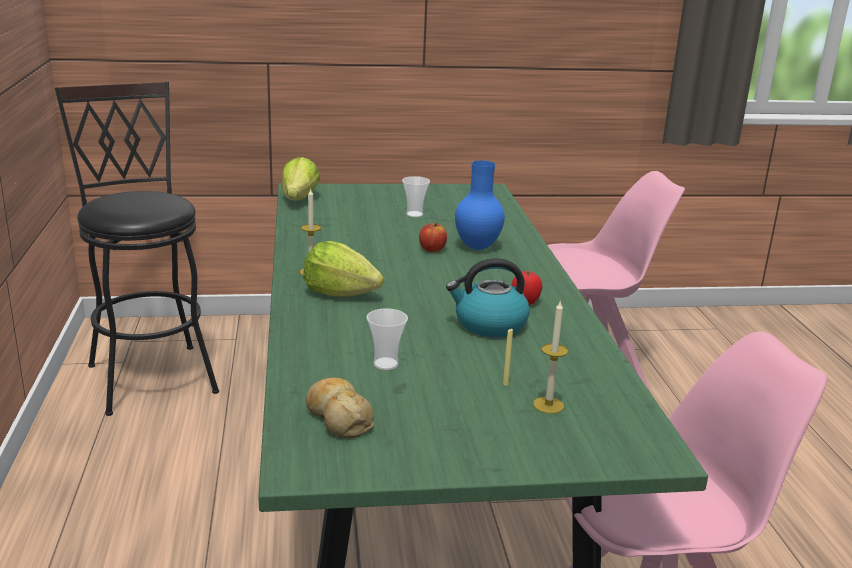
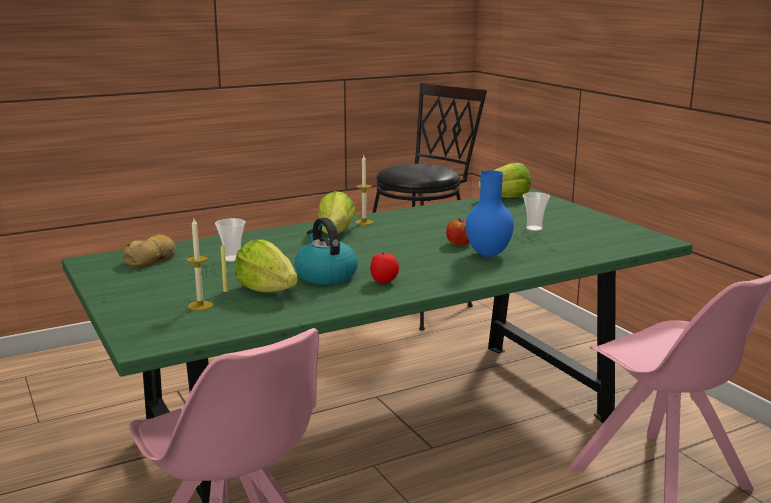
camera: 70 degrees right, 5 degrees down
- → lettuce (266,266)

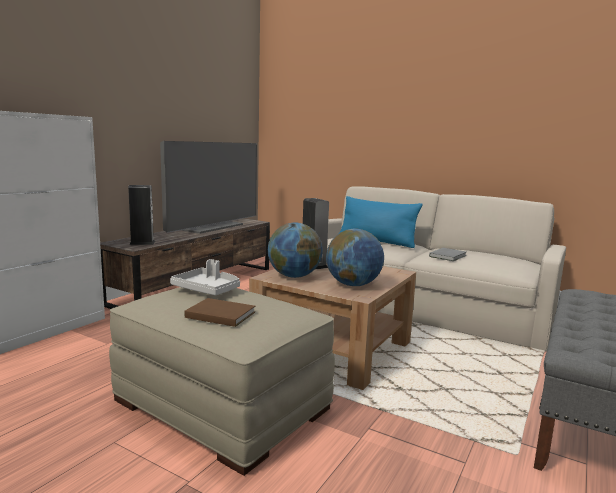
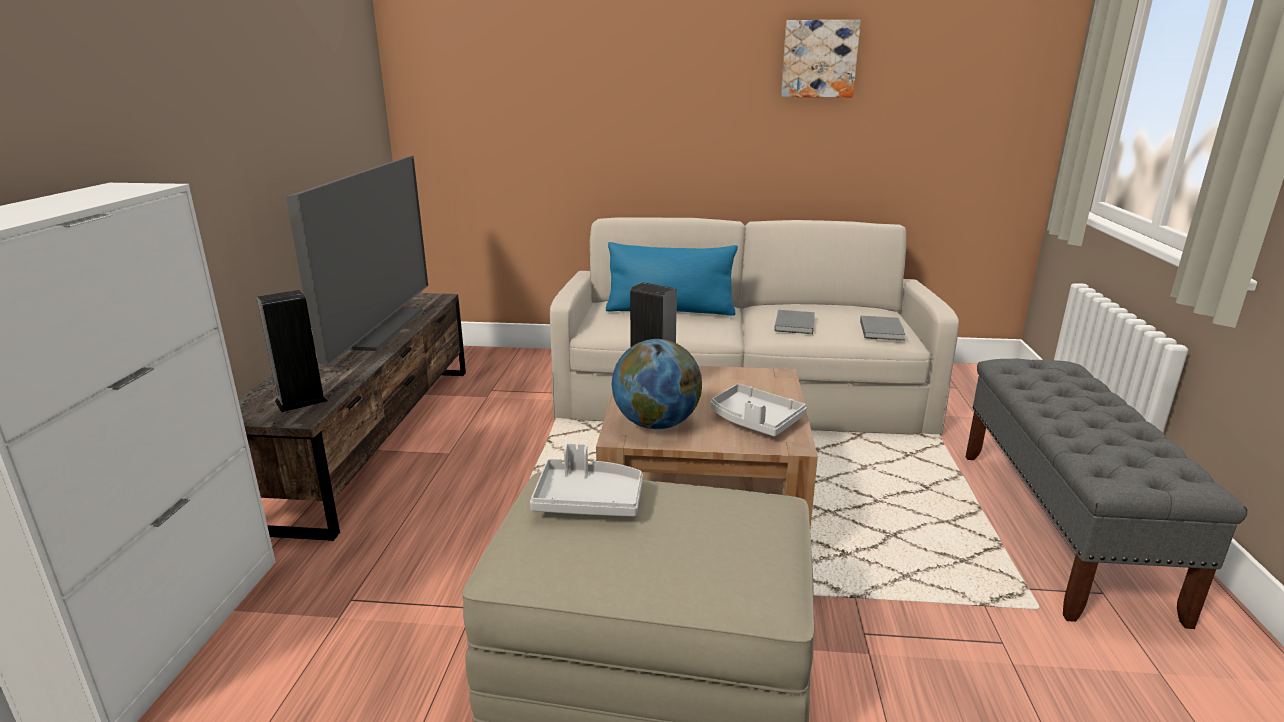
camera: 25 degrees left, 10 degrees up
globe (355,257) → tray (grey) (759,410)
book (brown) (220,312) → -
- → picture (821,58)
- → book (grey) (883,328)

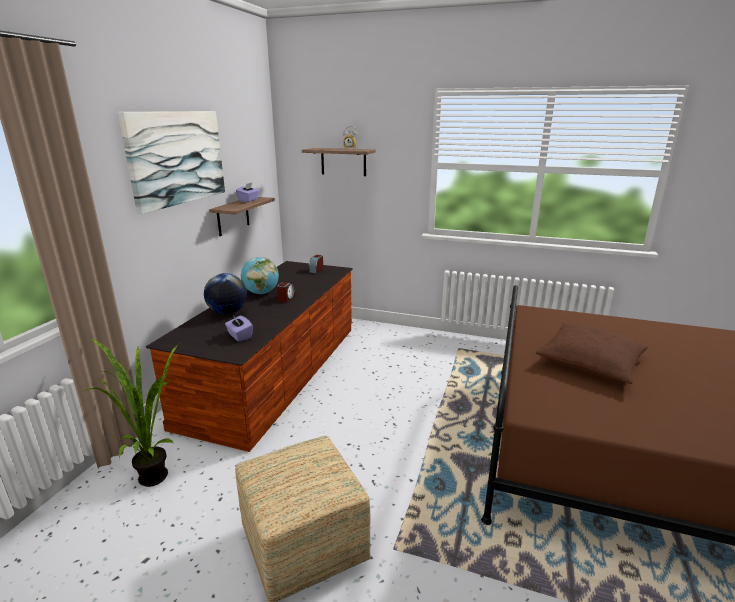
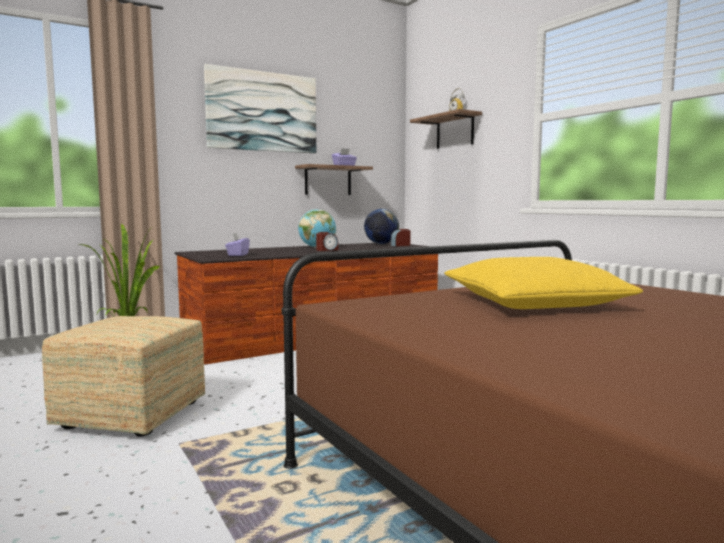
camera: 40 degrees right, 15 degrees down
globe (225,294) → globe (381,226), relocated
pillow (brown) (592,353) → pillow (yellow) (543,283)

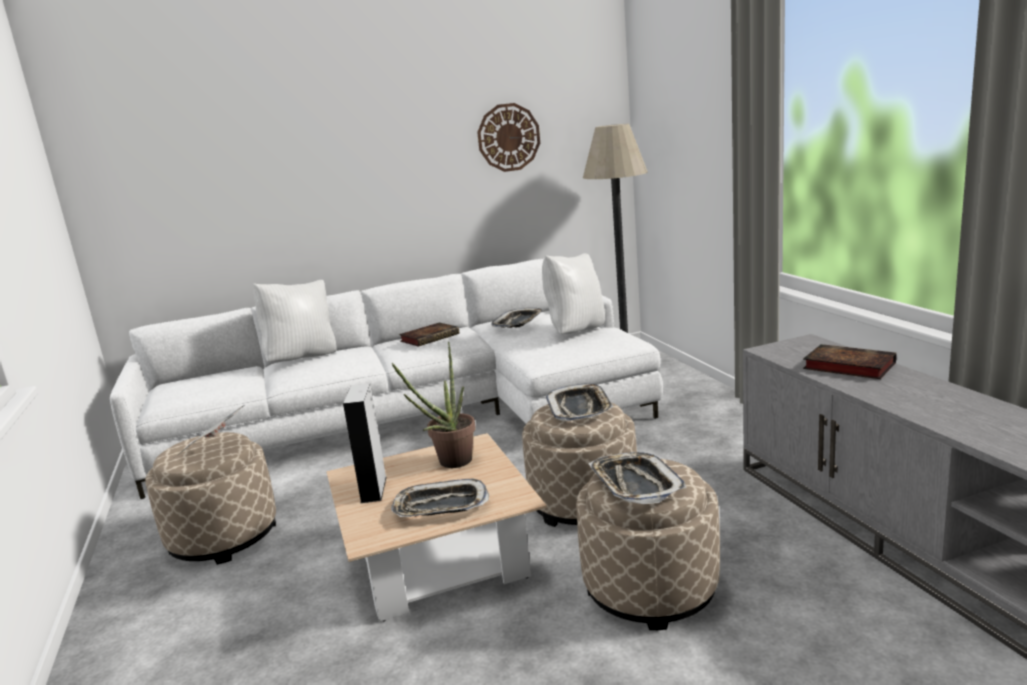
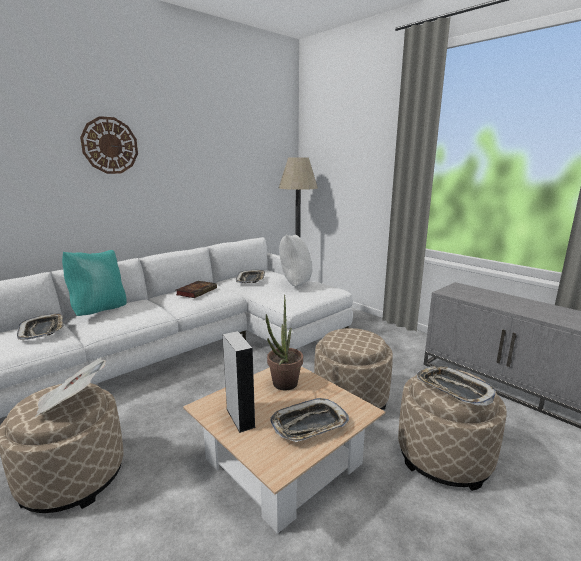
camera: 25 degrees left, 0 degrees up
wall clock (508,137) → wall clock (109,145), relocated
pillow (white) (295,321) → pillow (turquoise) (94,283)
book (850,361) → -
tray (580,402) → tray (40,326), relocated

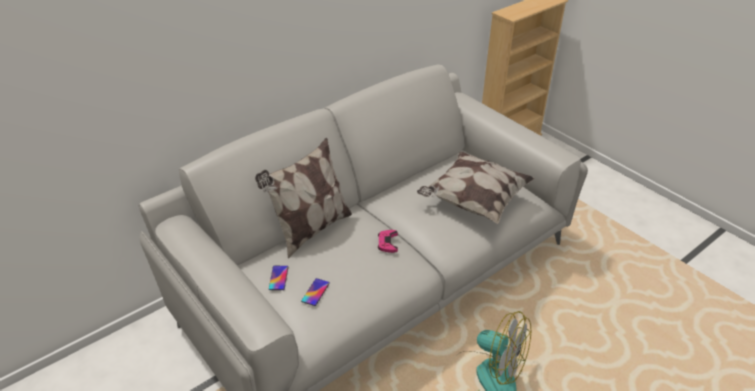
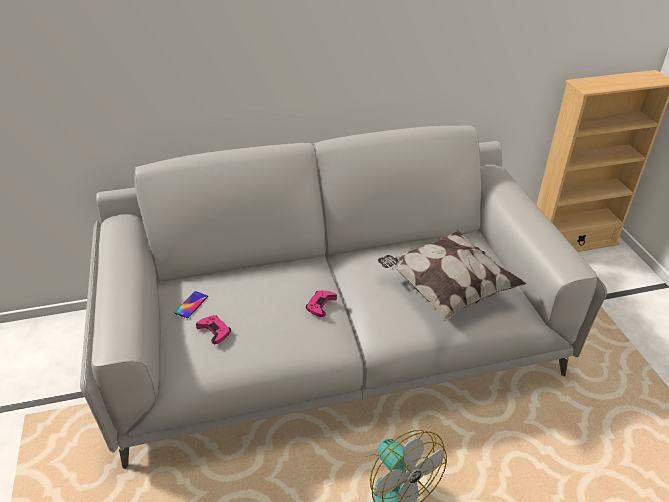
camera: 25 degrees right, 0 degrees up
pillow (303,198) → -
phone (315,292) → game controller (pink) (213,329)

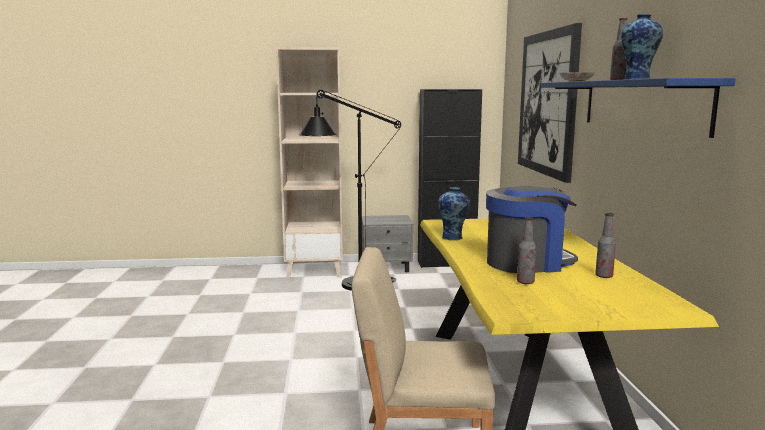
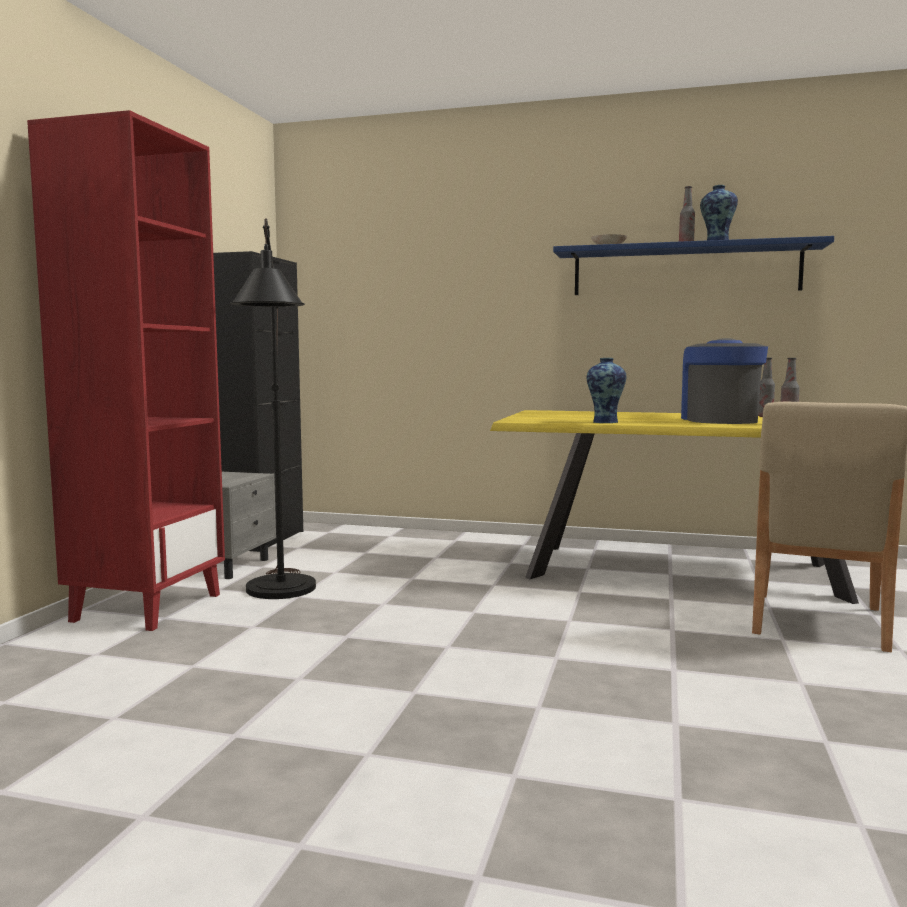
camera: 70 degrees left, 5 degrees down
picture (550,103) → -
bookcase (beige) (309,163) → bookcase (red) (126,370)

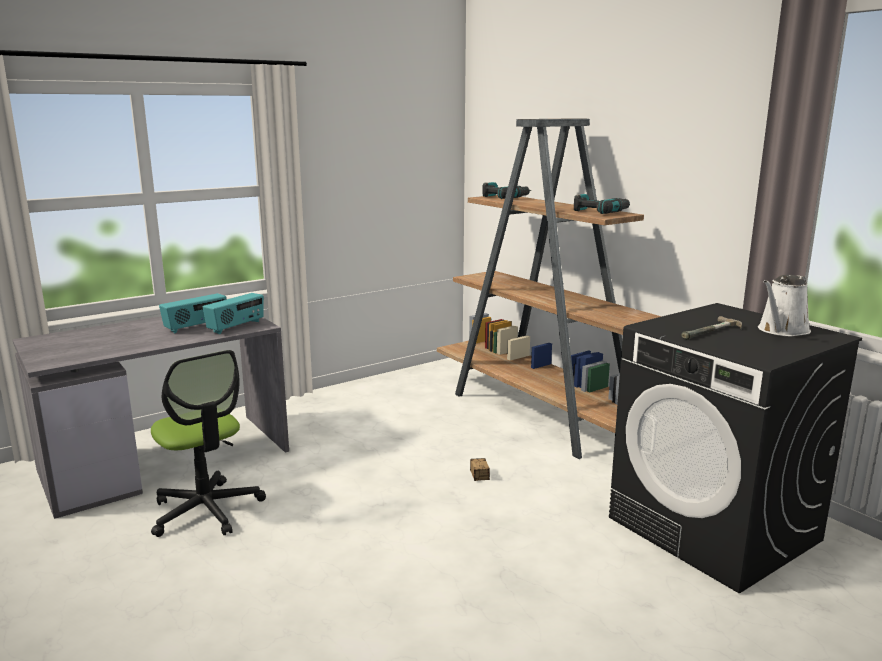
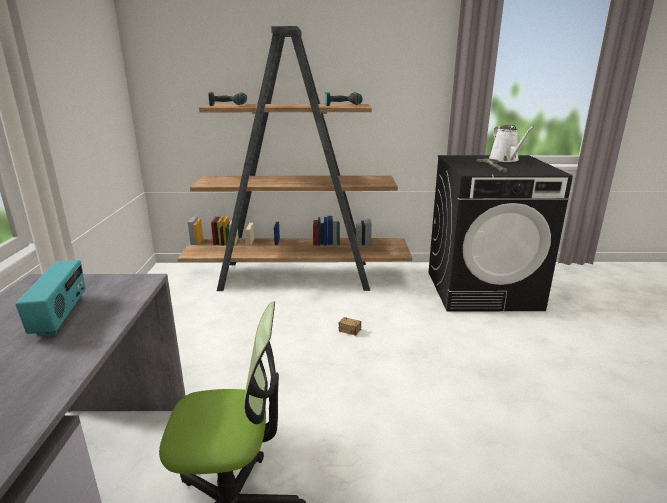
camera: 55 degrees left, 5 degrees up
radio (233,313) → -

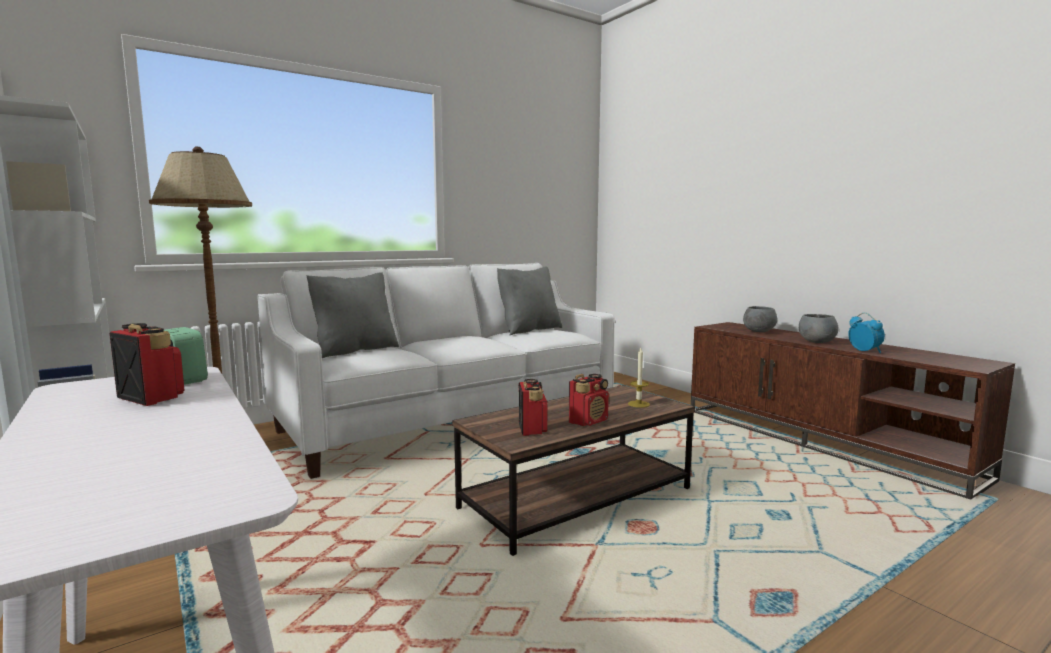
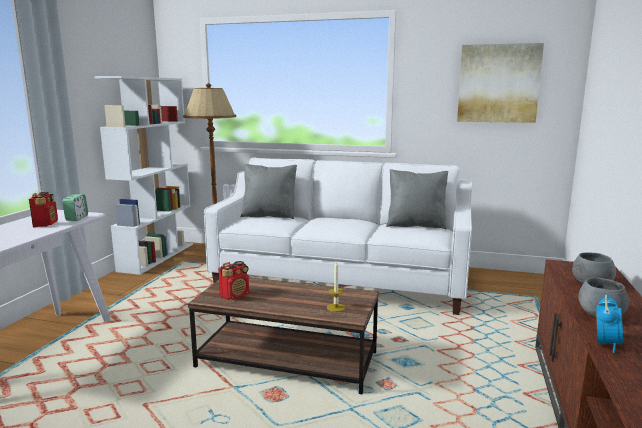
camera: 50 degrees right, 5 degrees up
radio (589,400) → -
- → picture (500,83)

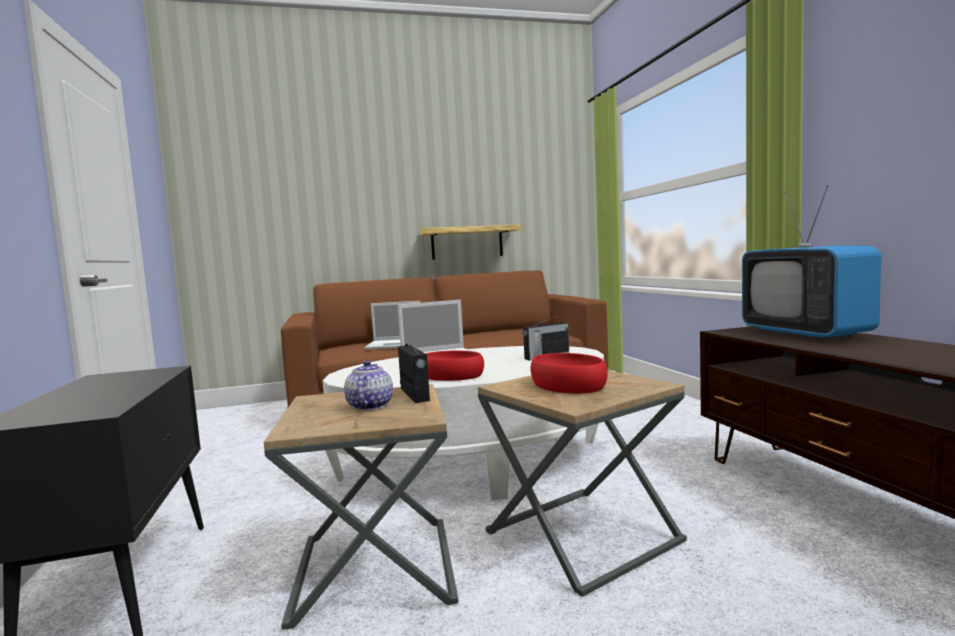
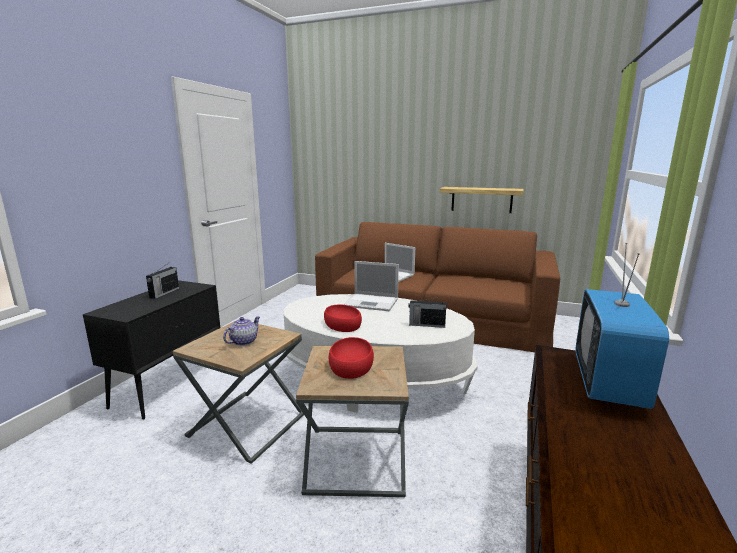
camera: 35 degrees right, 10 degrees up
radio (414,369) → radio (162,281), relocated

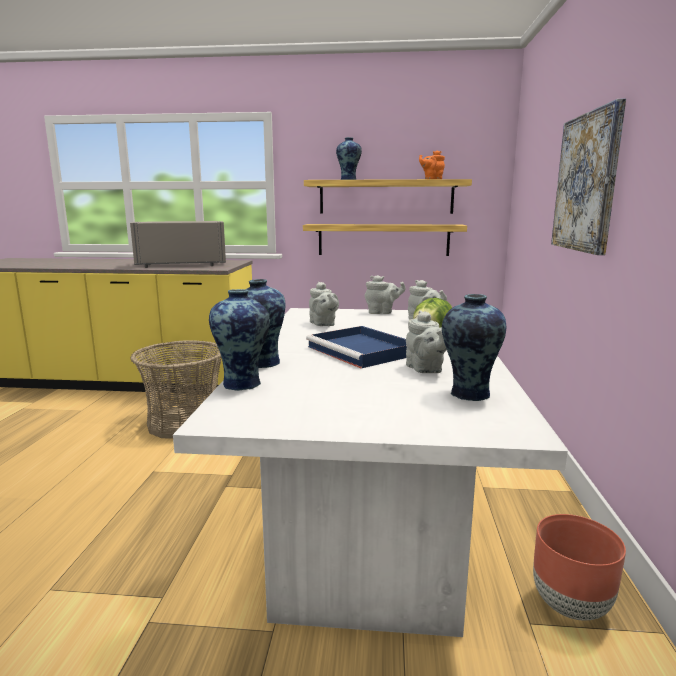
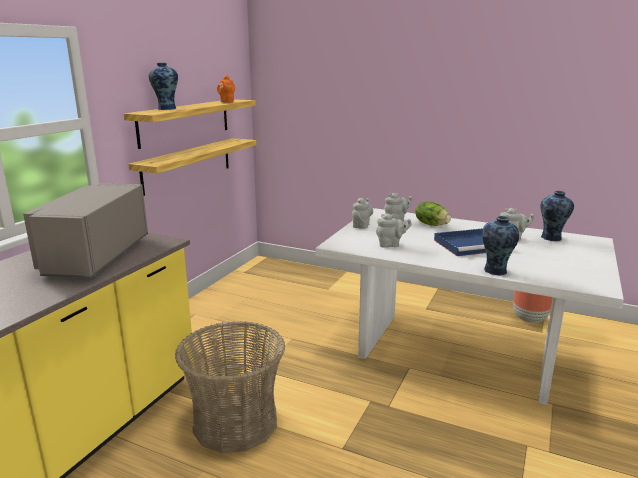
camera: 70 degrees left, 5 degrees up
picture (588,177) → -
vase (239,340) → -

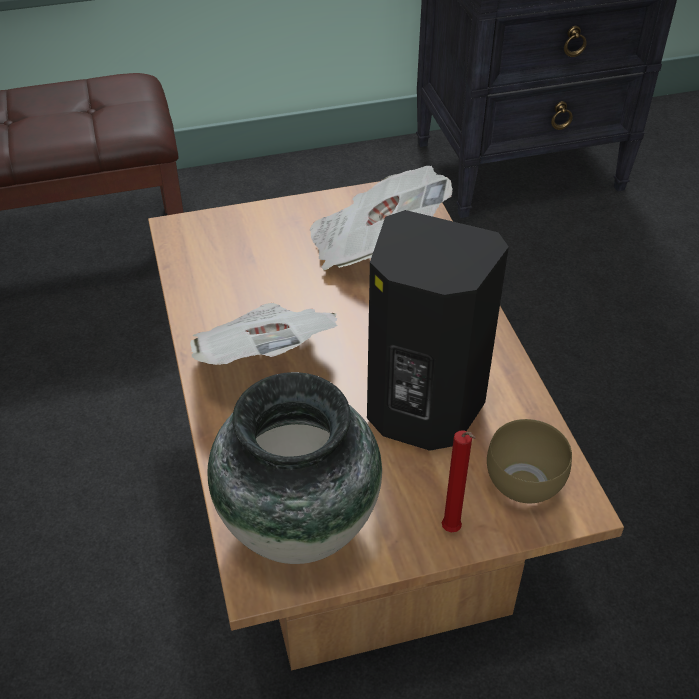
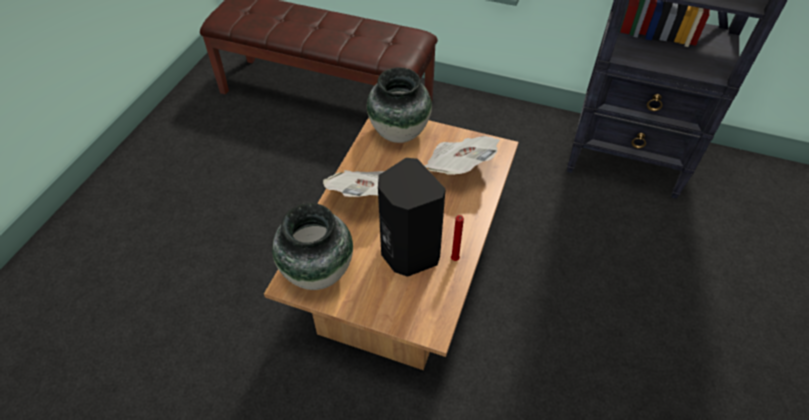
camera: 35 degrees right, 5 degrees up
bowl (brown) (529,461) → -
candle (red) (459,481) → candle (red) (457,238), relocated
- → vase (399,105)

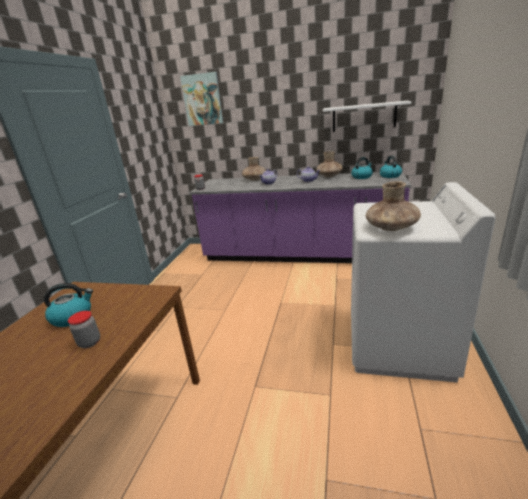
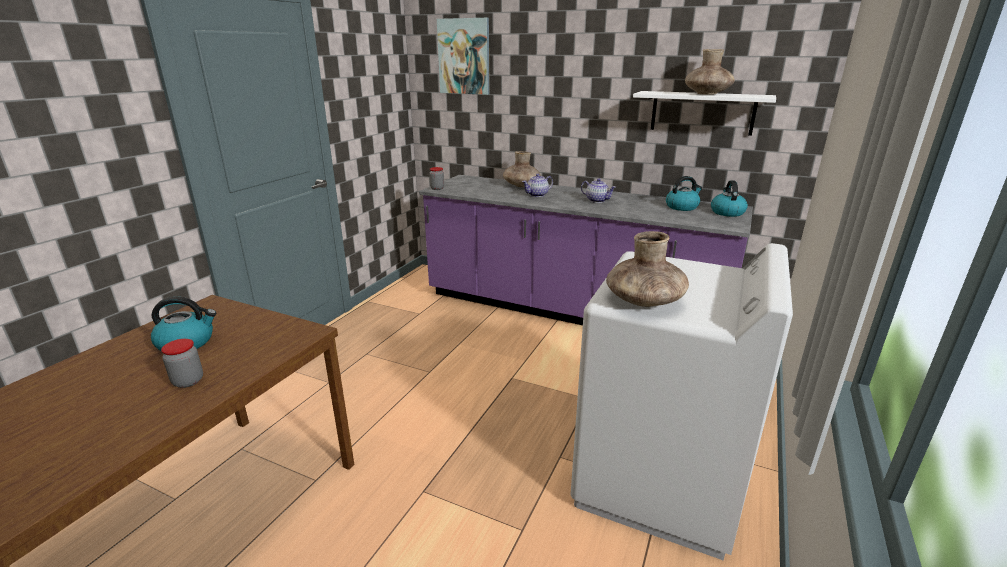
camera: 10 degrees right, 0 degrees up
vase (brown) (329,164) → vase (brown) (710,72), relocated

